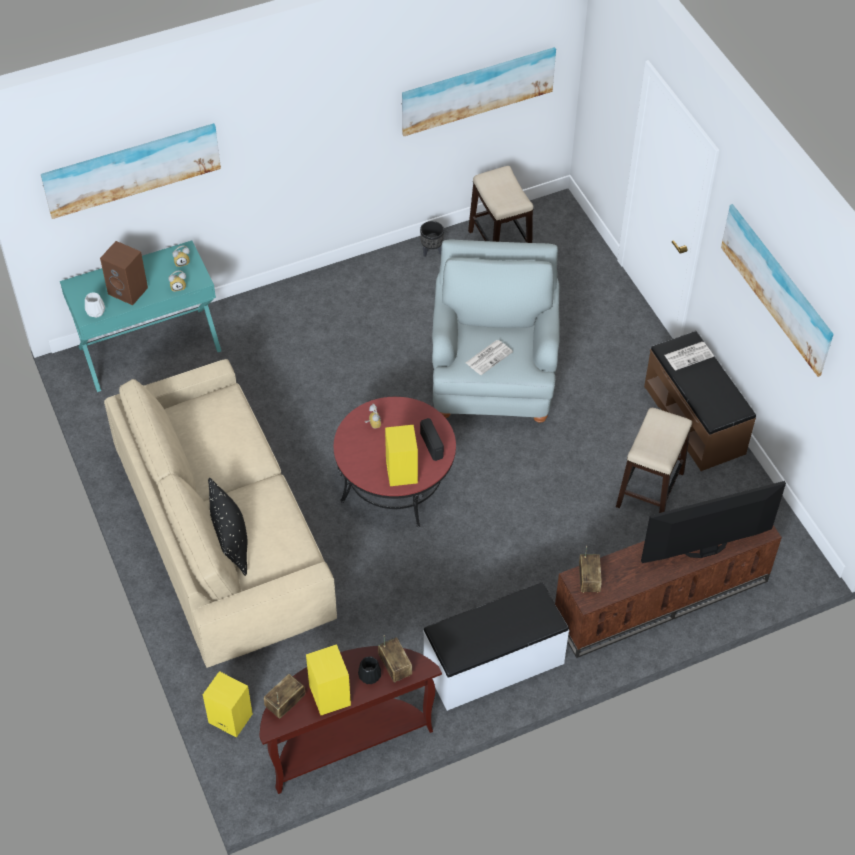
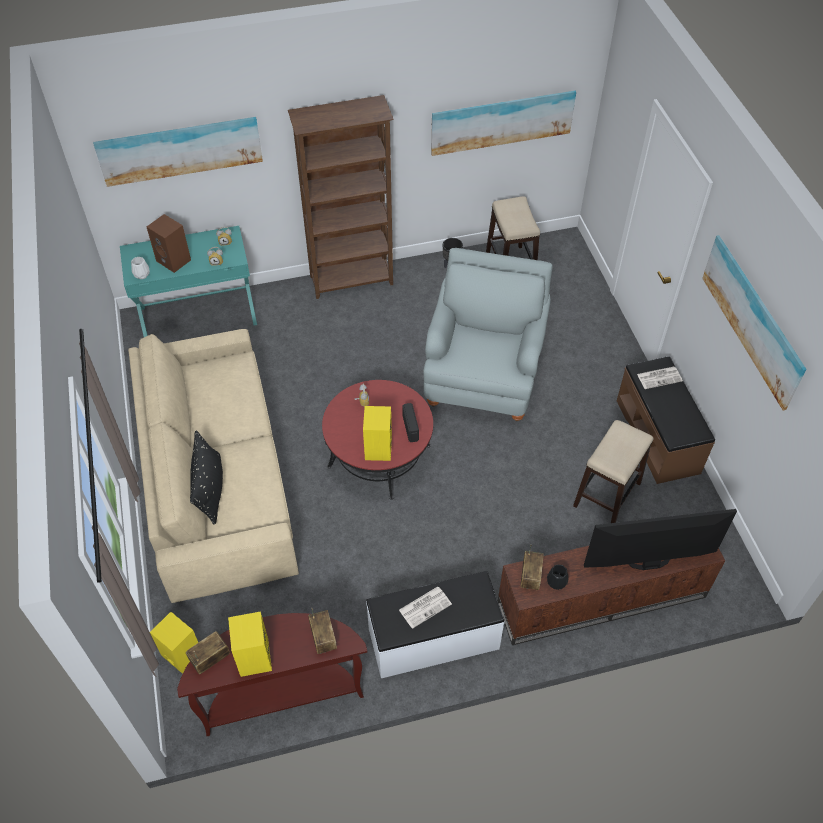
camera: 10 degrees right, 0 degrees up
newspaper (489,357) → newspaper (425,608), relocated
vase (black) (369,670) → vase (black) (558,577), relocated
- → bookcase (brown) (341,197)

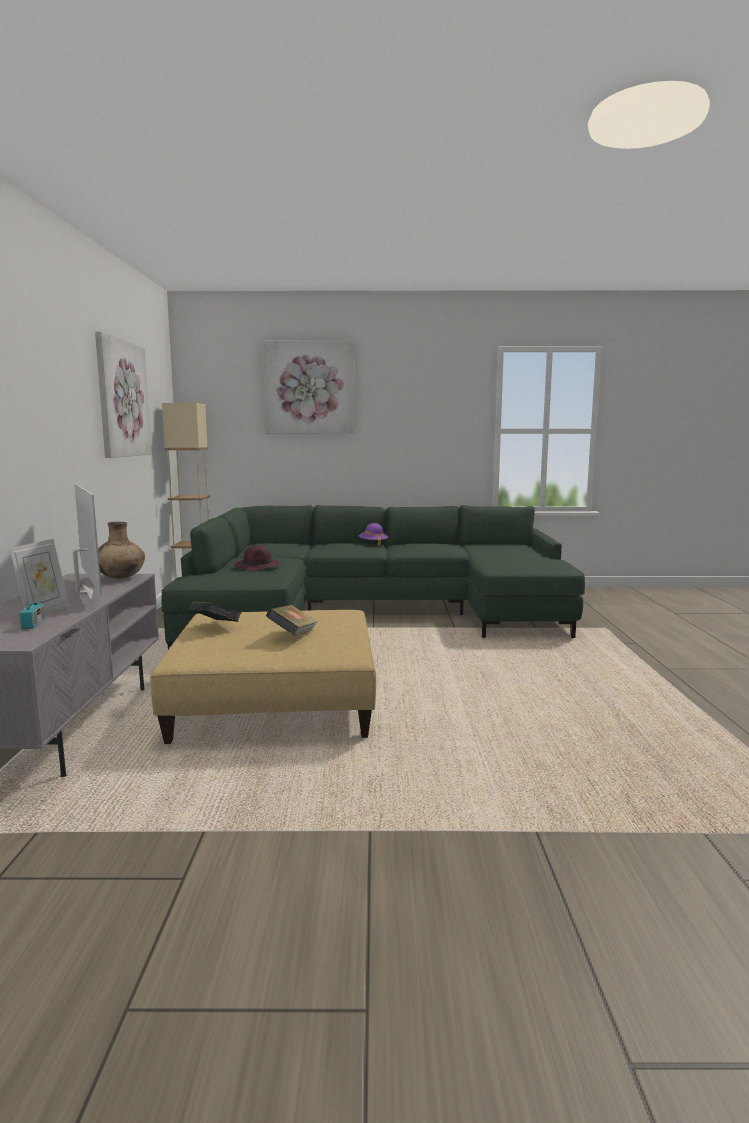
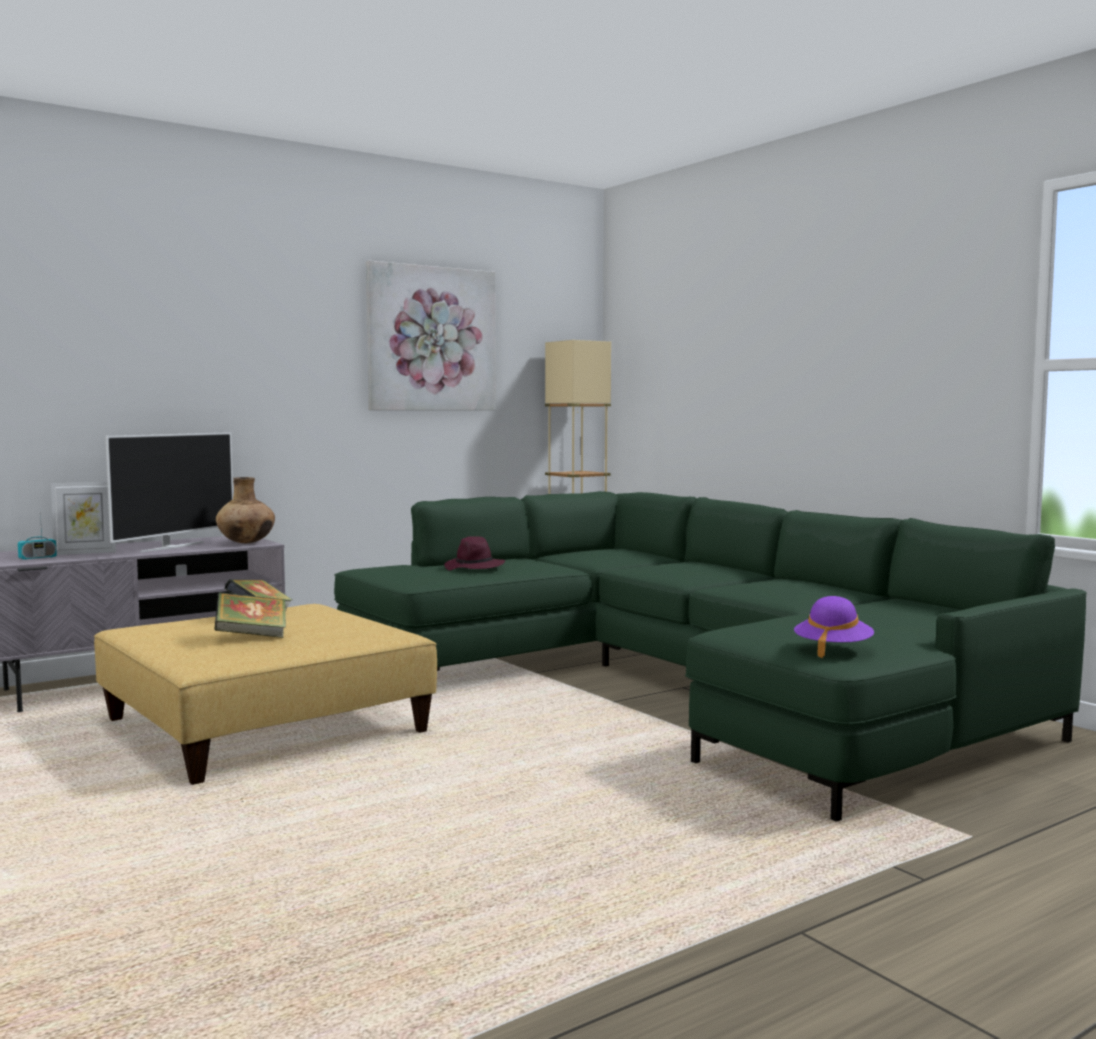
camera: 55 degrees right, 5 degrees down
picture (308,387) → -
hat (purple) (373,534) → hat (purple) (834,627), relocated

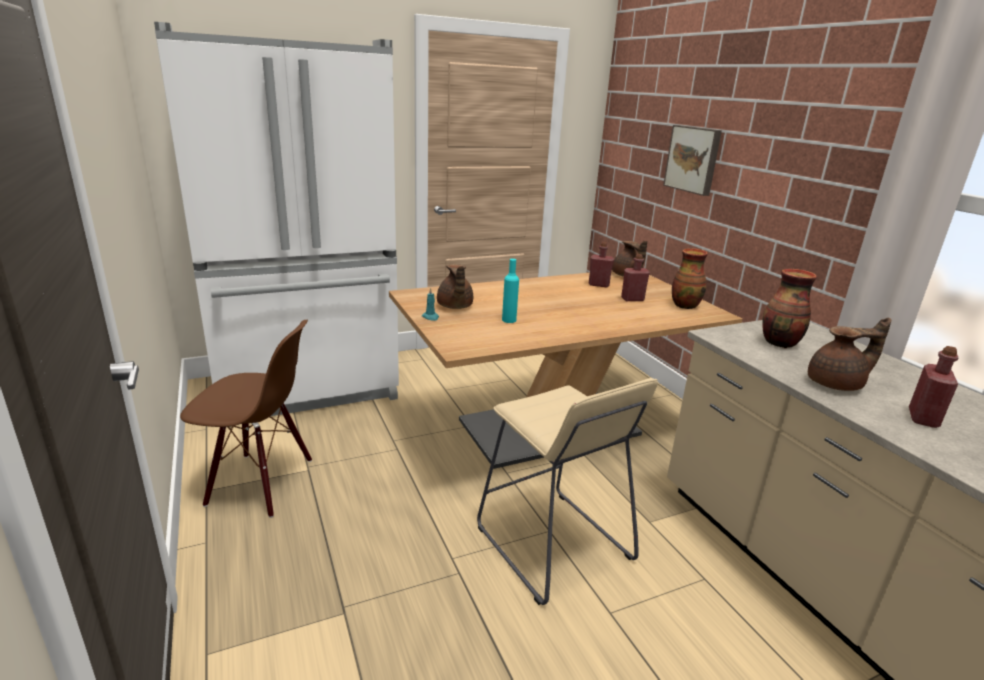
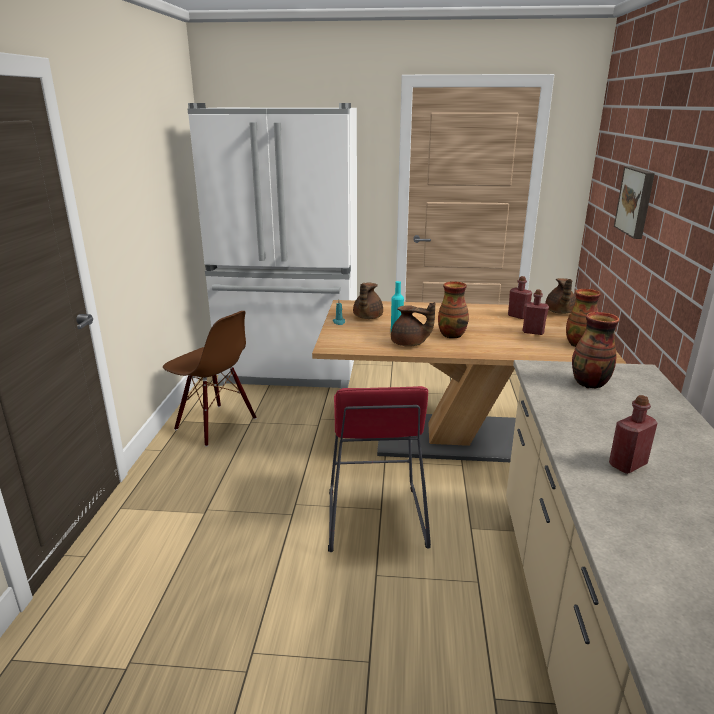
camera: 30 degrees right, 0 degrees up
teapot (brown) (849,354) → teapot (brown) (413,324), relocated
stool (beige) (567,491) → stool (red) (379,469)
- → vase (453,310)

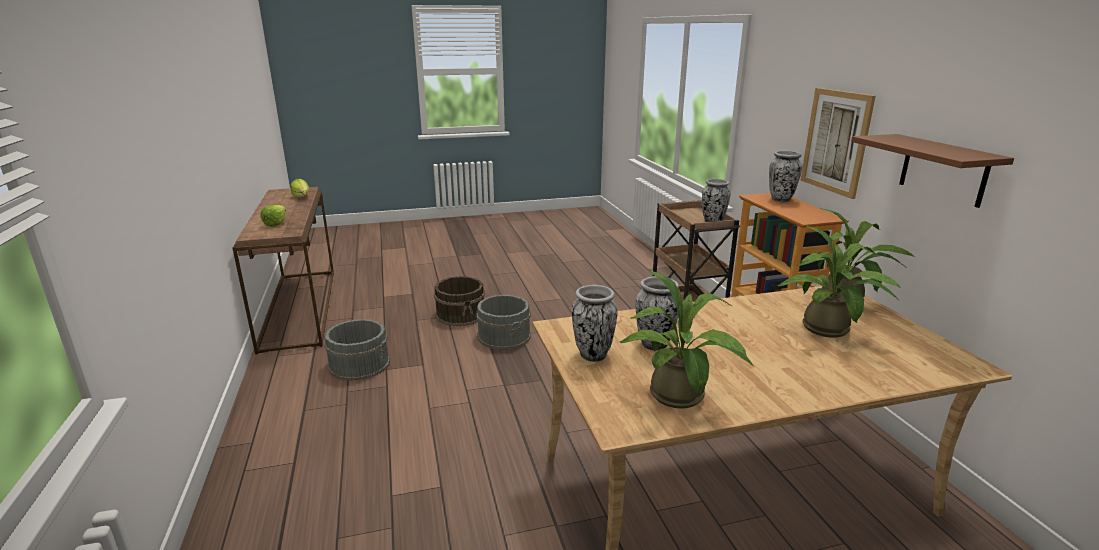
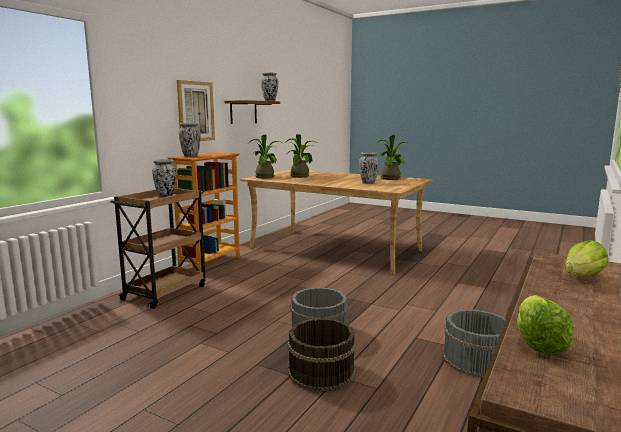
camera: 135 degrees left, 10 degrees down
vase (595,323) → vase (269,86), relocated

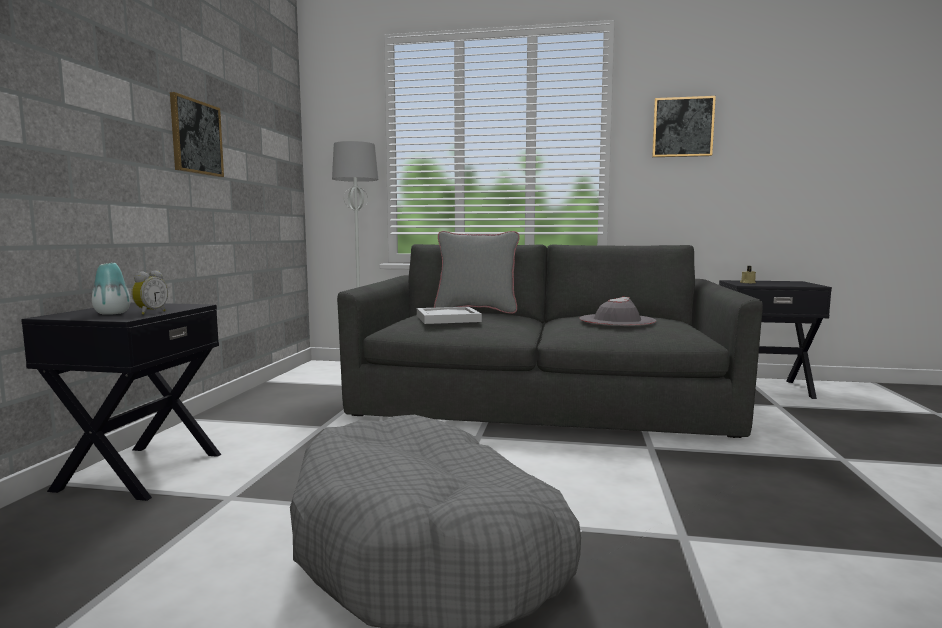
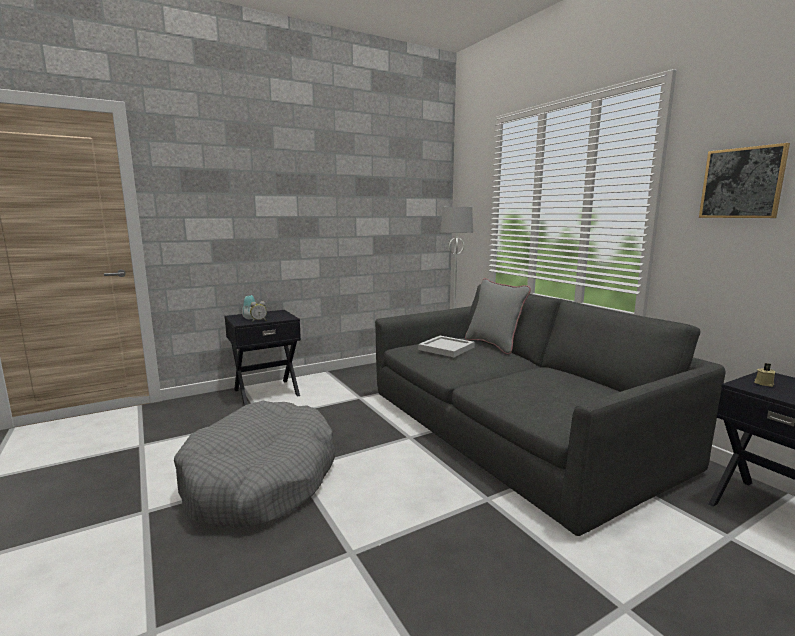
camera: 50 degrees right, 5 degrees up
picture (197,134) → -
hat (grey) (618,311) → -

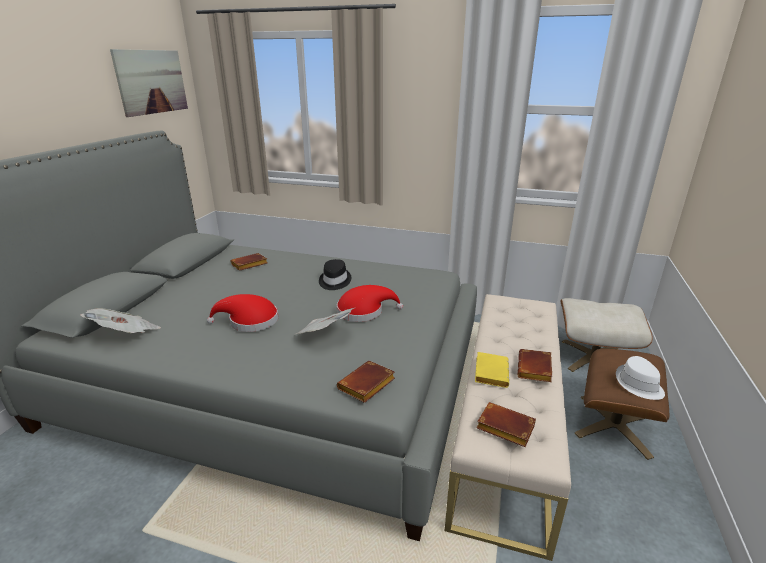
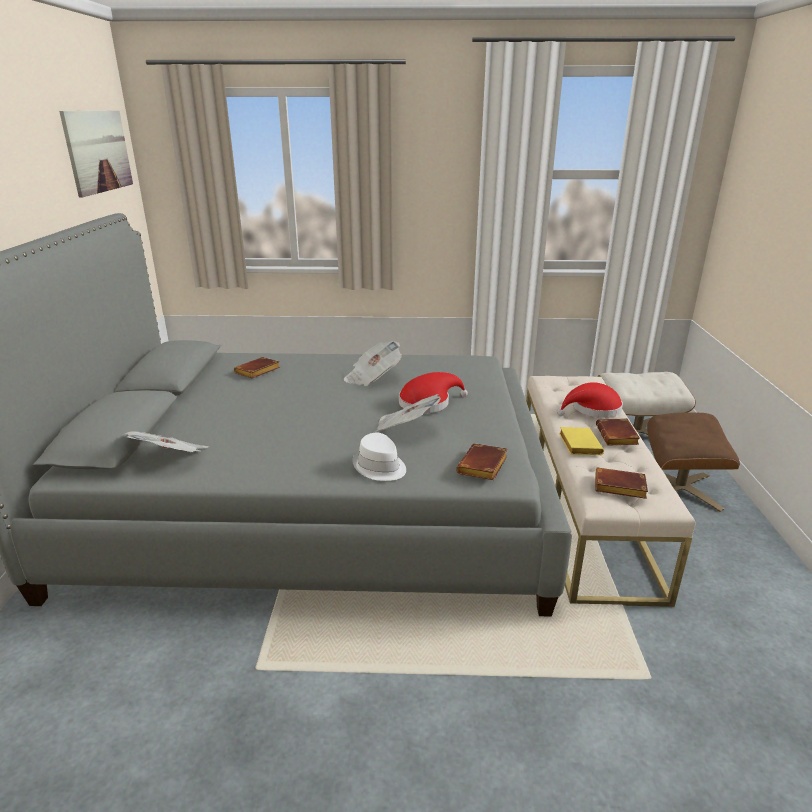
camera: 15 degrees left, 0 degrees up
hat (black) (335,274) → newspaper (373,363)
hat (red) (242,313) → hat (red) (590,400), relocated
hat (white) (640,378) → hat (white) (379,457), relocated

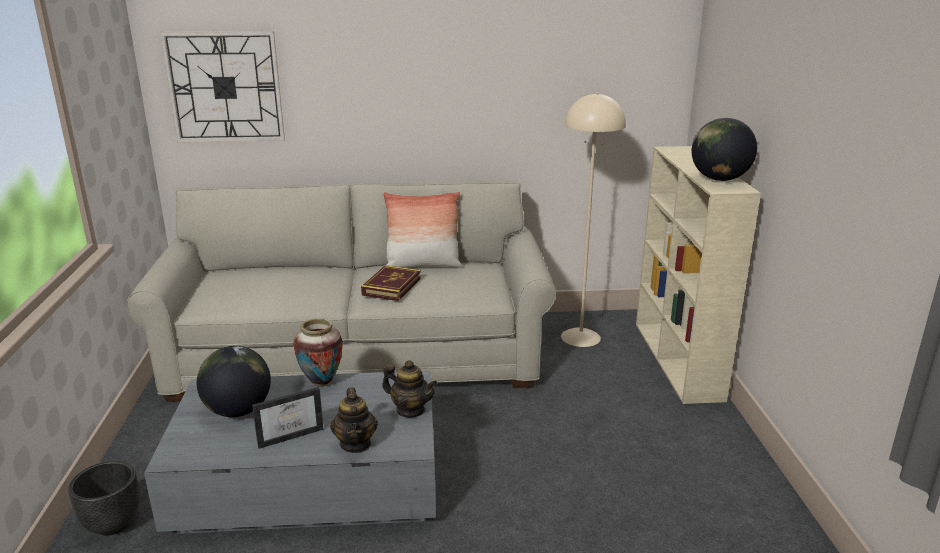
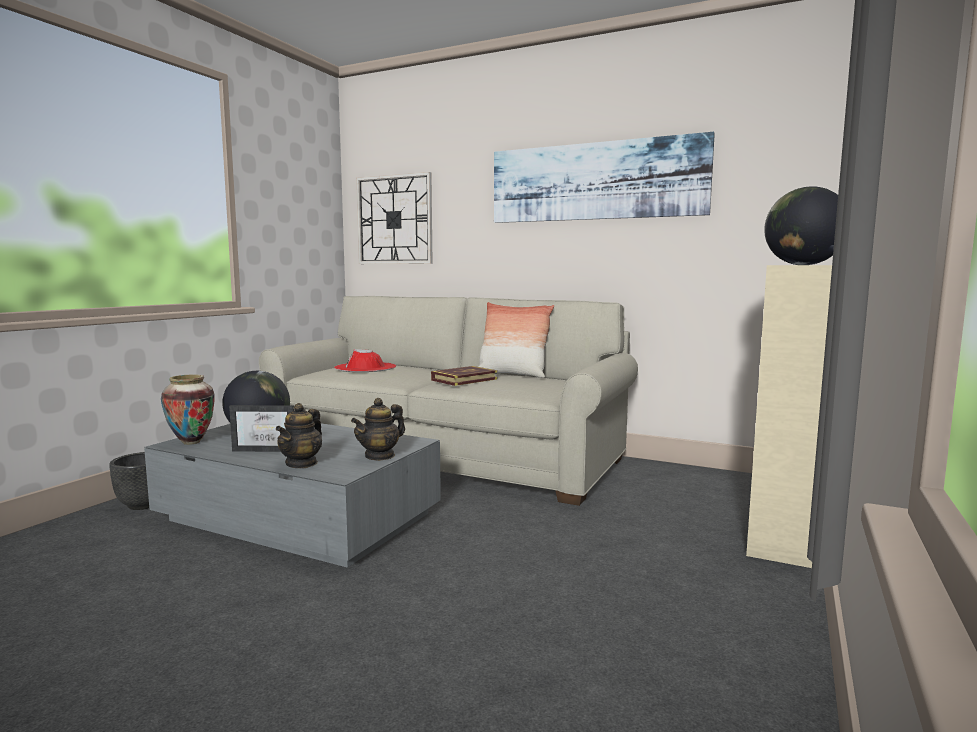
camera: 30 degrees right, 15 degrees down
floor lamp (beige) (593,219) → -
vase (317,352) → vase (188,409), relocated
teapot (409,389) → teapot (378,429), 75 degrees clockwise
- → picture (604,177)
- → hat (red) (365,360)

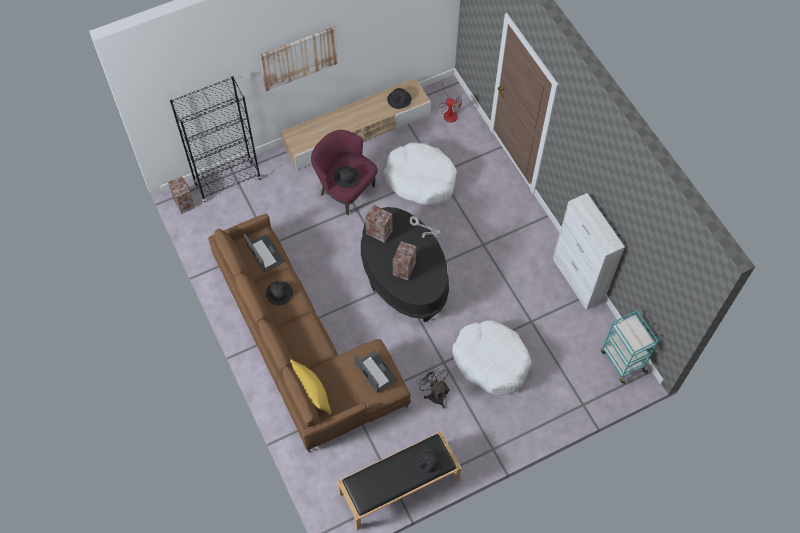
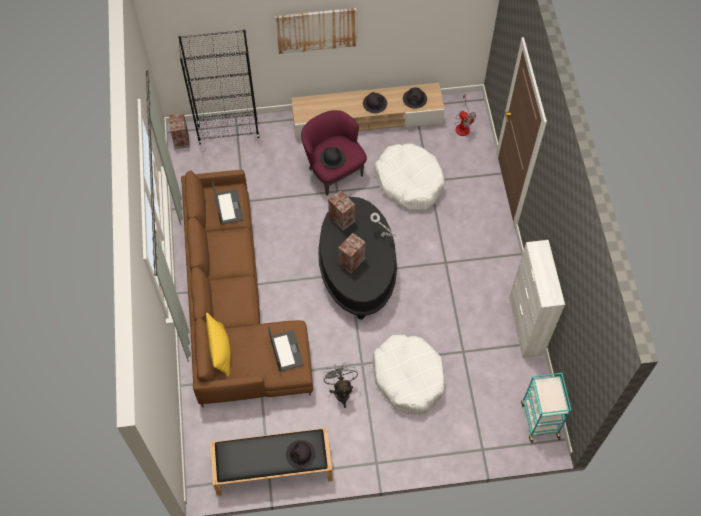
camera: 20 degrees right, 0 degrees up
hat (black) (279,293) → hat (black) (375,103), relocated

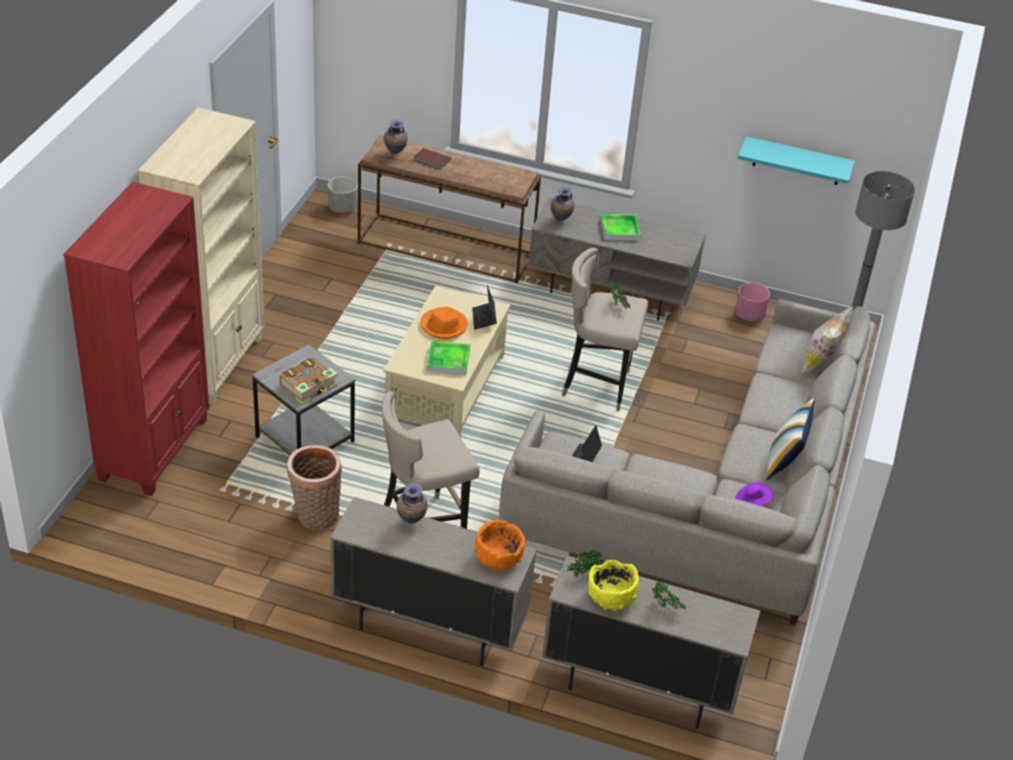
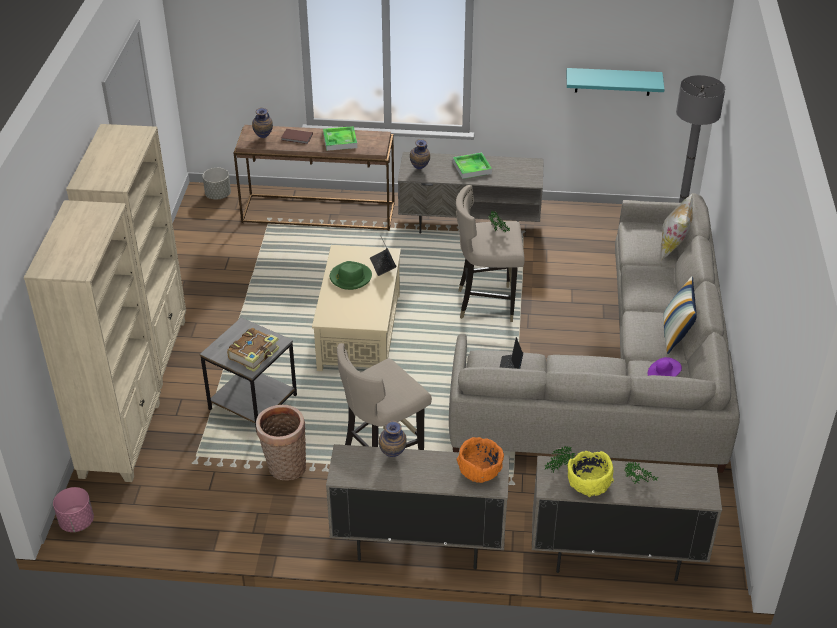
camera: 10 degrees left, 0 degrees up
bookcase (red) (136,339) → bookcase (beige) (92,341)
planter (pink) (752,302) → planter (pink) (73,509), relocated
hat (orange) (444,323) → hat (green) (351,275)
tray (448,358) → tray (340,138), relocated

